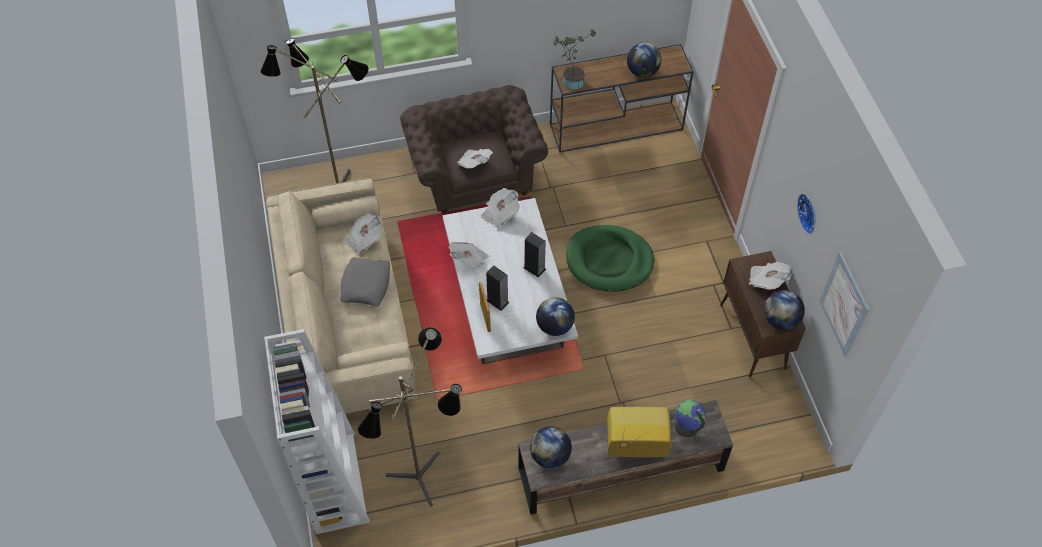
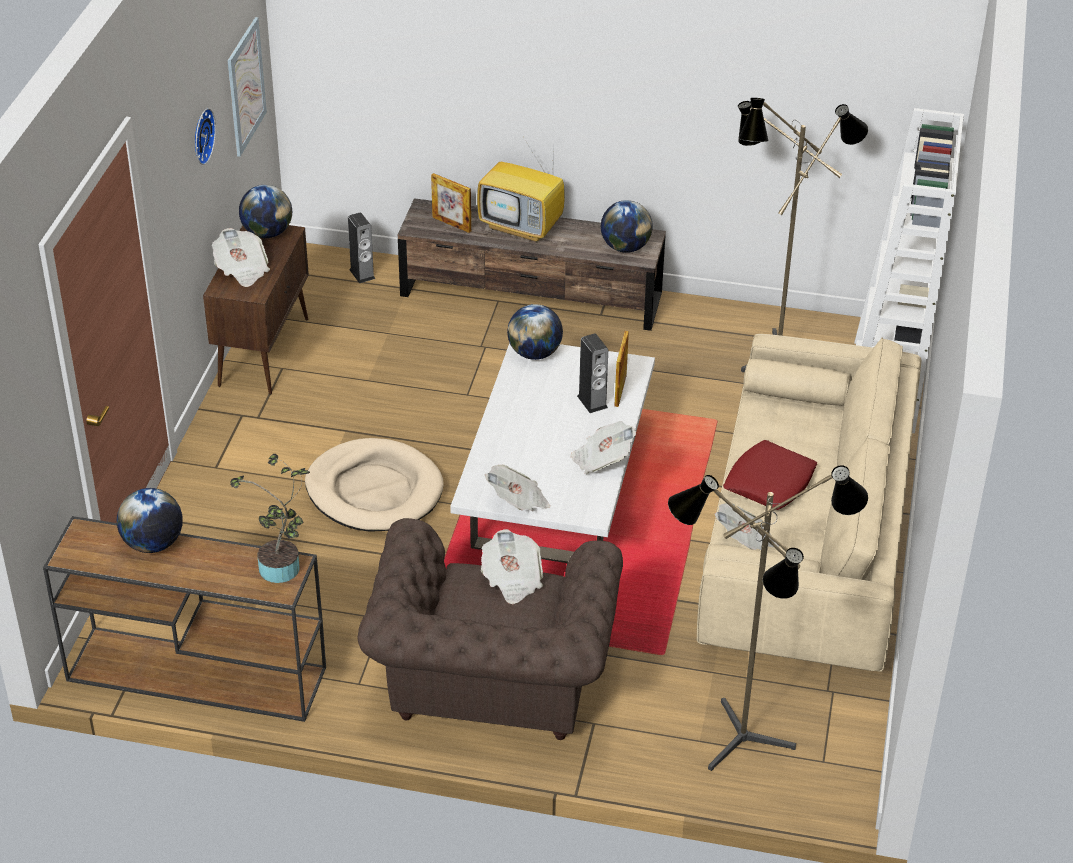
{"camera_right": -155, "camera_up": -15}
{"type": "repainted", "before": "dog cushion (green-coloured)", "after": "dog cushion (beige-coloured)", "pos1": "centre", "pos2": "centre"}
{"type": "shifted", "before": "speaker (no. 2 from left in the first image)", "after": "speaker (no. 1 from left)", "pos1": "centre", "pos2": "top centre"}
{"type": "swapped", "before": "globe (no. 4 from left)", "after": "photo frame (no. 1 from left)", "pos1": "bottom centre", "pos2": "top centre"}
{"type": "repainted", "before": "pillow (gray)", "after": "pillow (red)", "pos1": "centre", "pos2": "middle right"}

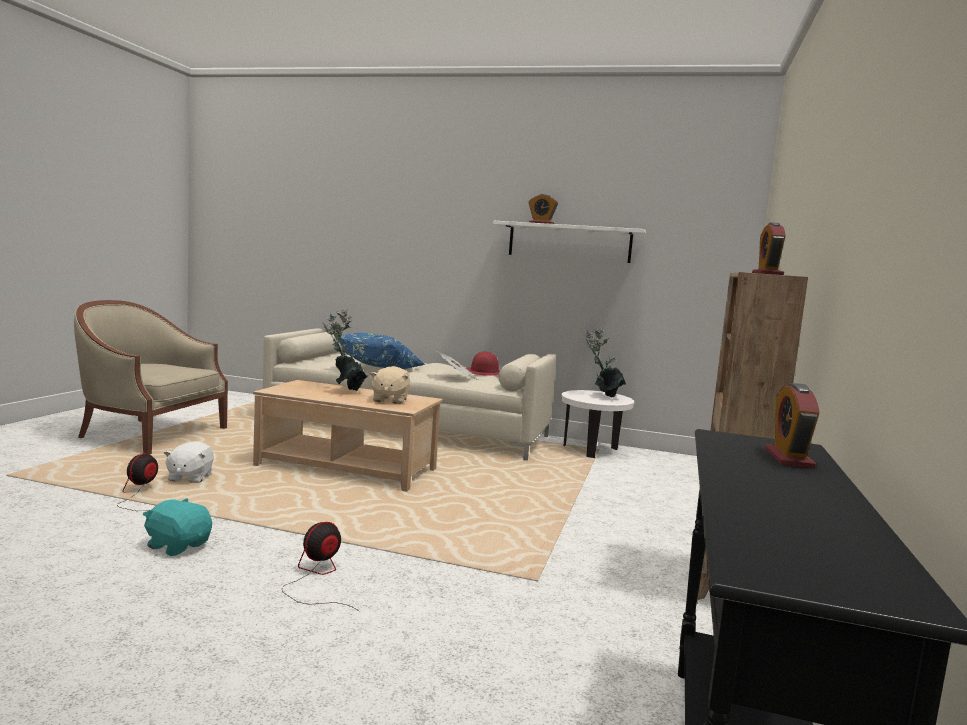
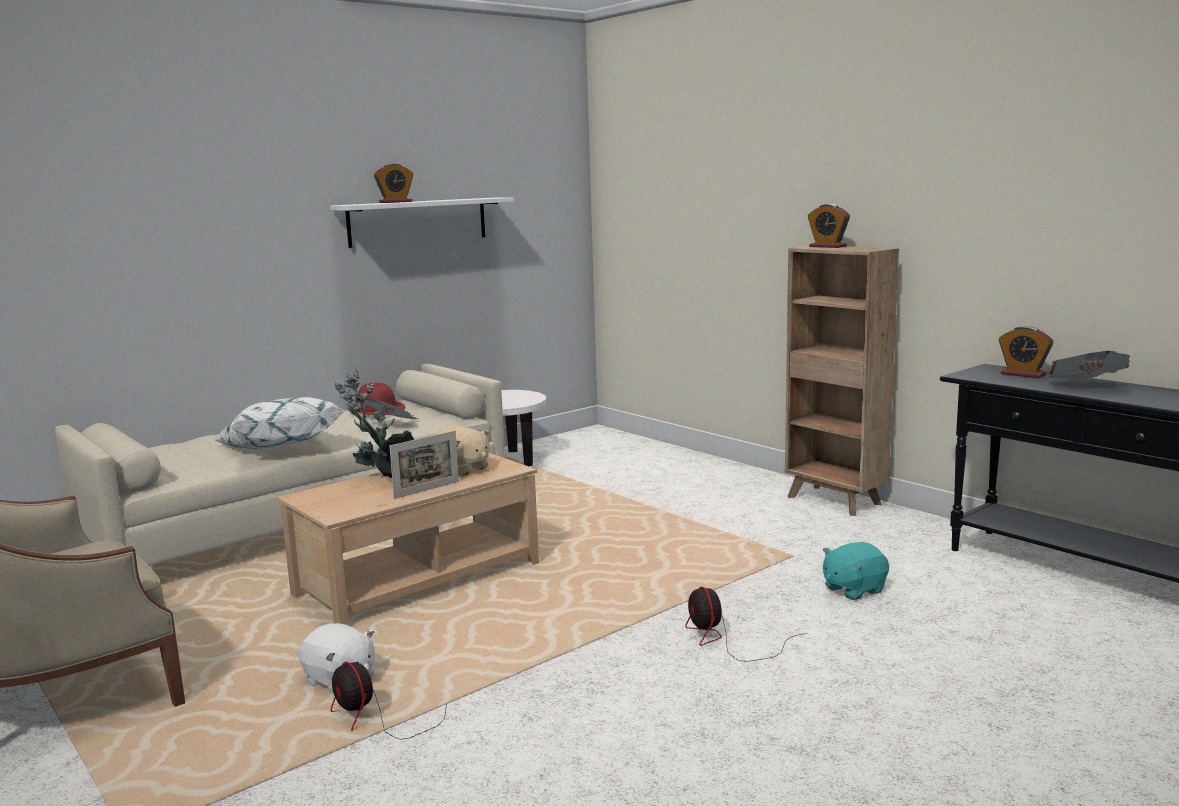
{"camera_right": -55, "camera_up": 5}
{"type": "repainted", "before": "pillow (blue-coloured)", "after": "pillow (white-coloured)", "pos1": "centre", "pos2": "middle left"}
{"type": "new", "after": "photo frame", "pos2": "centre"}
{"type": "shifted", "before": "soft toy (turquoise)", "pos1": "bottom left", "pos2": "bottom right"}
{"type": "new", "after": "printed paper (no. 2 from left)", "pos2": "middle right"}
{"type": "gone", "before": "houseplant (no. 2 from left)", "pos1": "centre"}

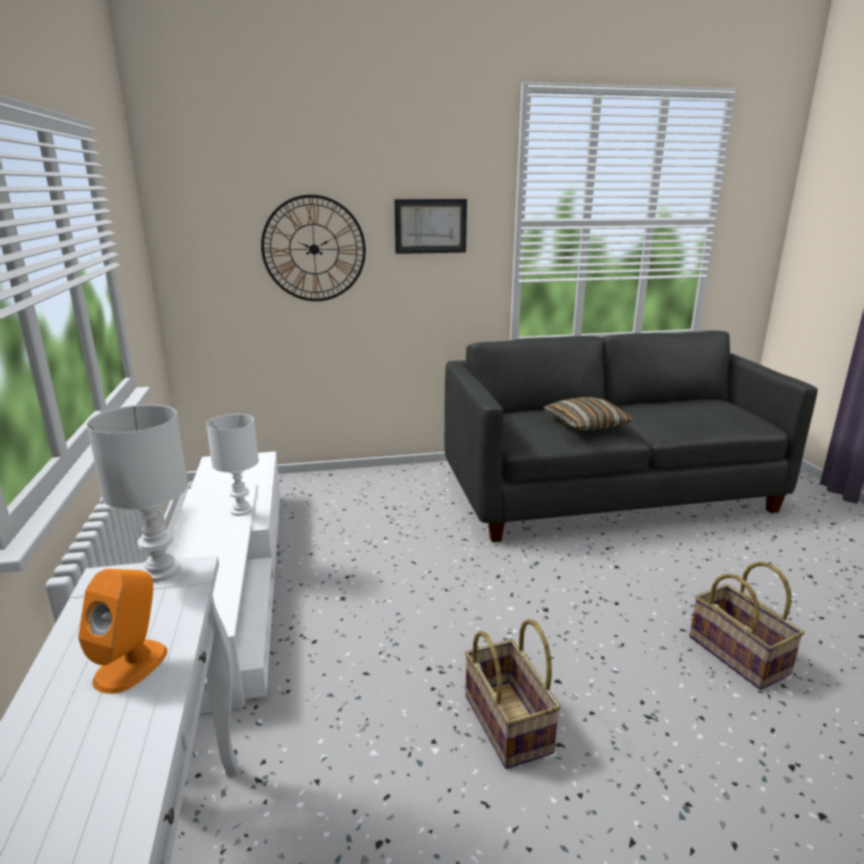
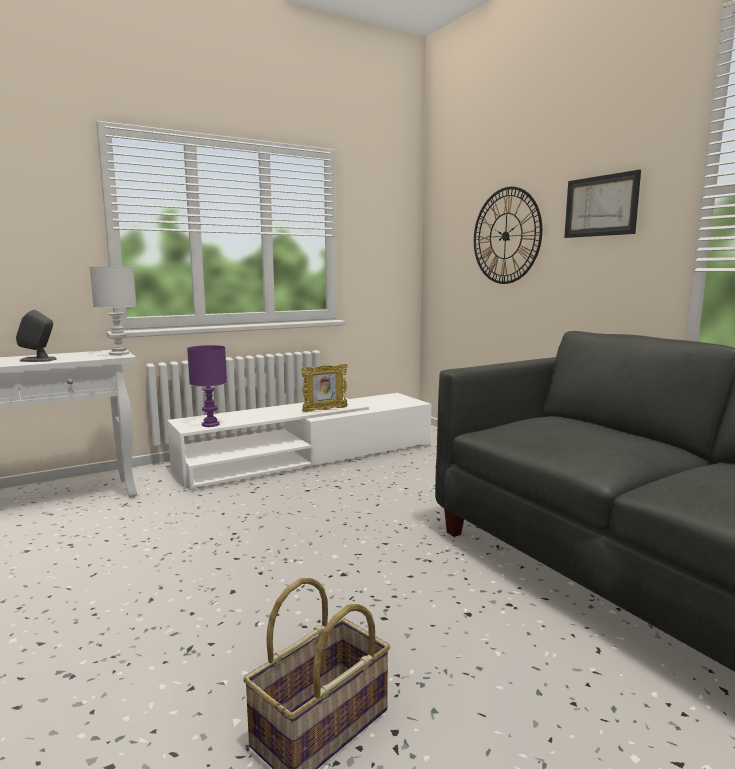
{"camera_right": 70, "camera_up": -10}
{"type": "repainted", "before": "speaker (orange)", "after": "speaker (gray)", "pos1": "bottom left", "pos2": "middle left"}
{"type": "new", "after": "lamp for a table (purple-coloured)", "pos2": "middle left"}
{"type": "swapped", "before": "lamp for a table (white-coloured) (no. 2 from left)", "after": "photo frame", "pos1": "middle left", "pos2": "centre"}
{"type": "gone", "before": "basket (no. 1 from left)", "pos1": "bottom centre"}
{"type": "gone", "before": "pillow", "pos1": "middle right"}

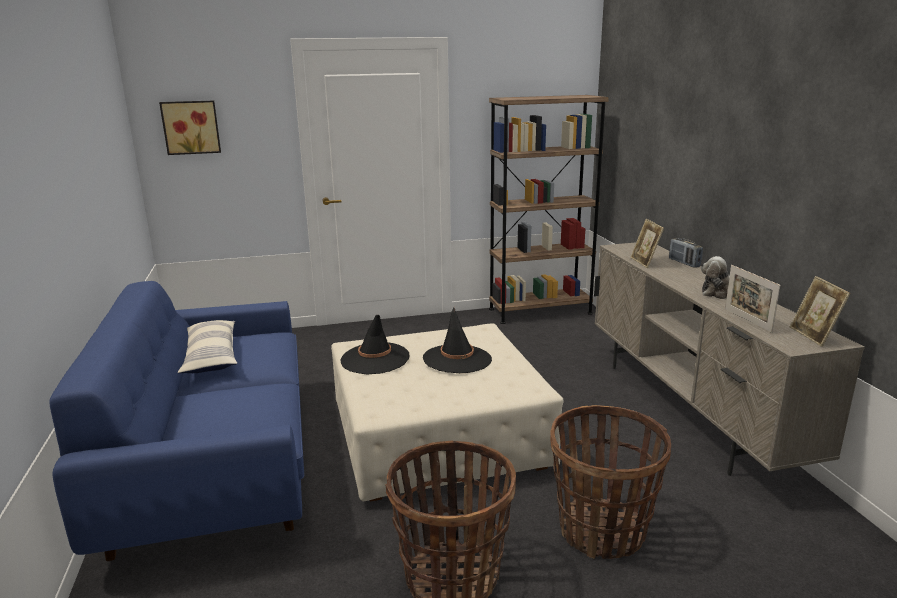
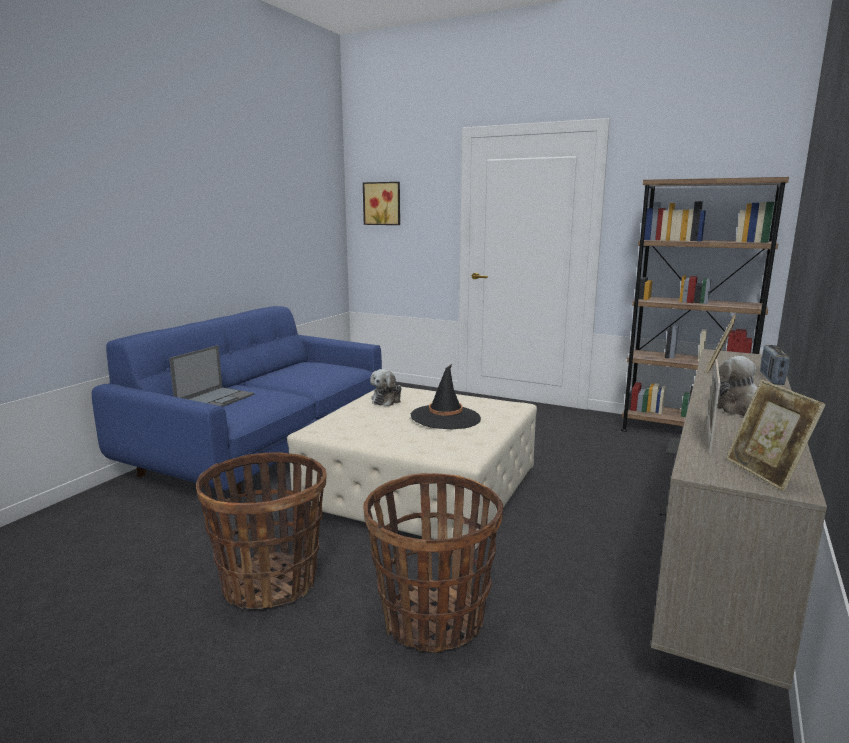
{"camera_right": 40, "camera_up": -5}
{"type": "new", "after": "laptop", "pos2": "middle left"}
{"type": "swapped", "before": "hat (blackish) (no. 1 from left)", "after": "soft toy (no. 1 from left)", "pos1": "centre", "pos2": "centre"}
{"type": "rotated", "before": "photo frame (no. 3 from left)", "pos1": "middle right", "pos2": "middle right", "turn": -45}
{"type": "gone", "before": "pillow", "pos1": "middle left"}

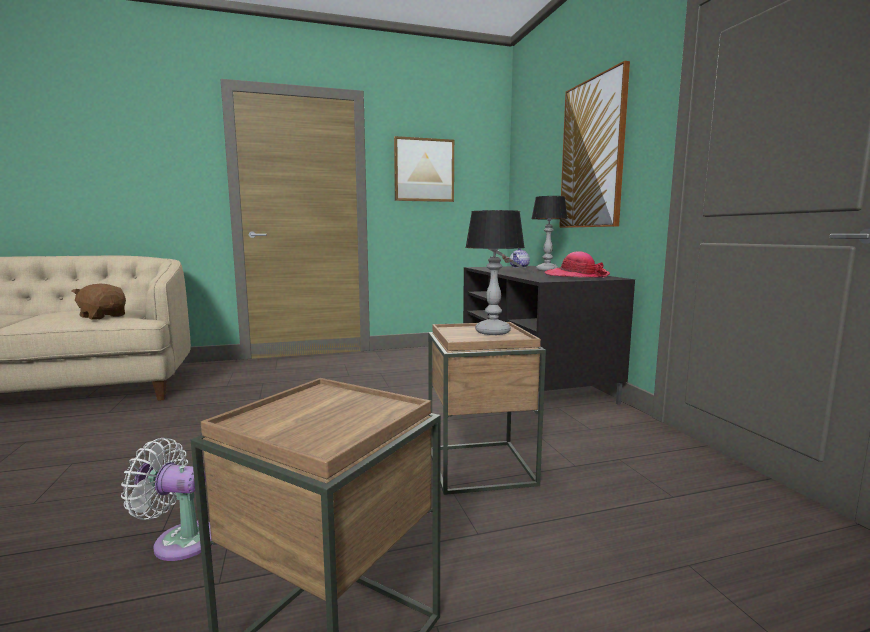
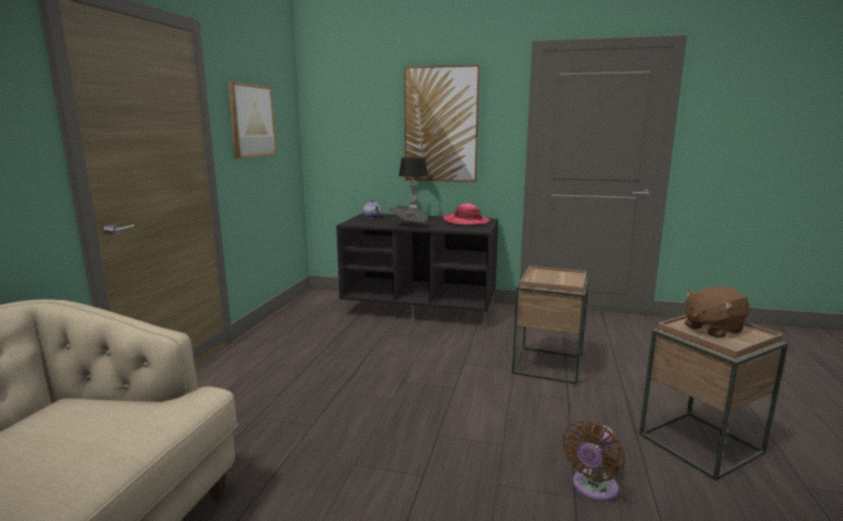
{"camera_right": -60, "camera_up": 5}
{"type": "repainted", "before": "fan (white-coloured)", "after": "fan (brownish)", "pos1": "bottom left", "pos2": "bottom right"}
{"type": "shifted", "before": "soft toy (brownish)", "pos1": "middle left", "pos2": "middle right"}
{"type": "gone", "before": "lamp for a table (no. 1 from left)", "pos1": "centre"}

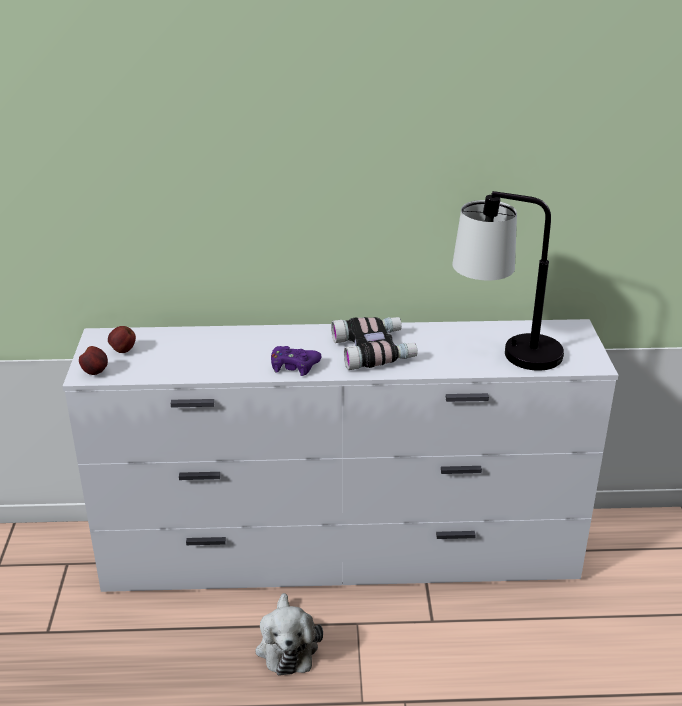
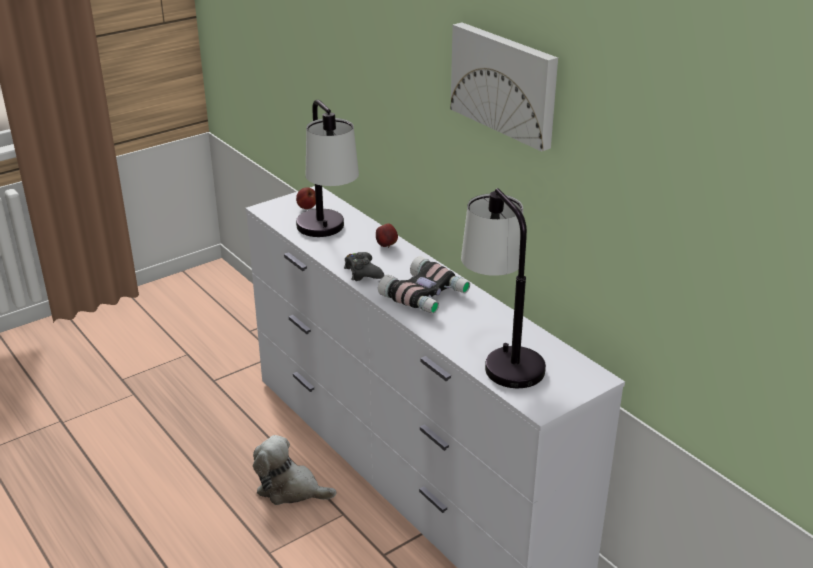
{"camera_right": 55, "camera_up": 0}
{"type": "rotated", "before": "soft toy", "pos1": "bottom centre", "pos2": "bottom centre", "turn": 60}
{"type": "new", "after": "lamp for a table (no. 1 from left)", "pos2": "top centre"}
{"type": "repainted", "before": "game controller (purple-coloured)", "after": "game controller (blackish)", "pos1": "centre", "pos2": "centre"}
{"type": "shifted", "before": "apple (no. 1 from left in the first image)", "after": "apple (no. 2 from left)", "pos1": "middle left", "pos2": "centre"}
{"type": "new", "after": "wall picture", "pos2": "top centre"}

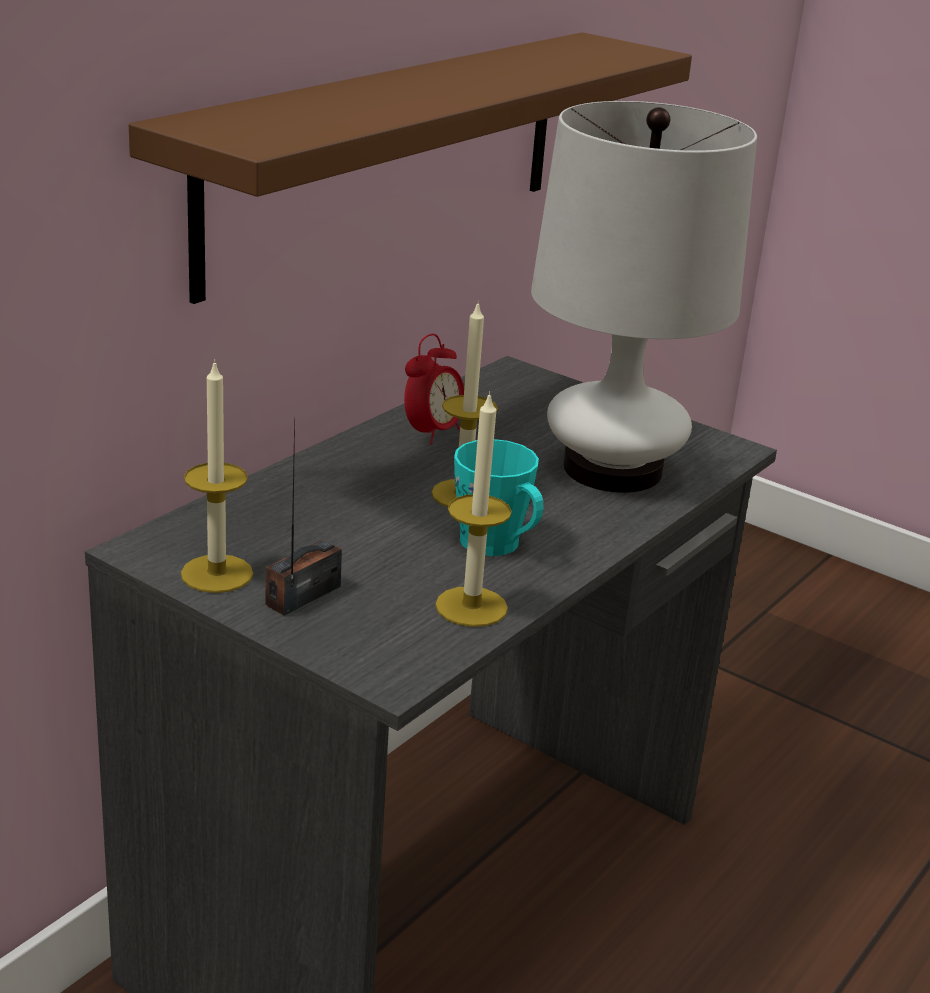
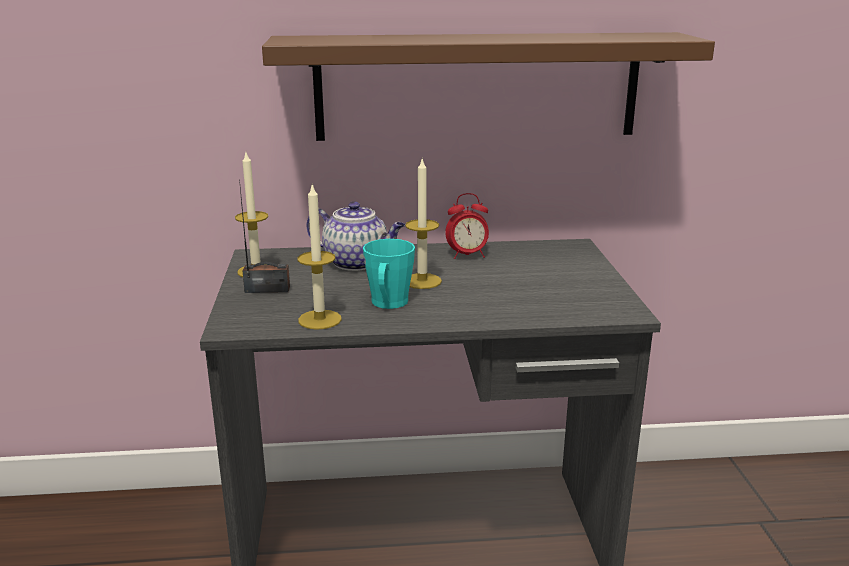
{"camera_right": 50, "camera_up": -5}
{"type": "new", "after": "tea pot", "pos2": "centre"}
{"type": "gone", "before": "lamp for a table (white-coloured)", "pos1": "top right"}

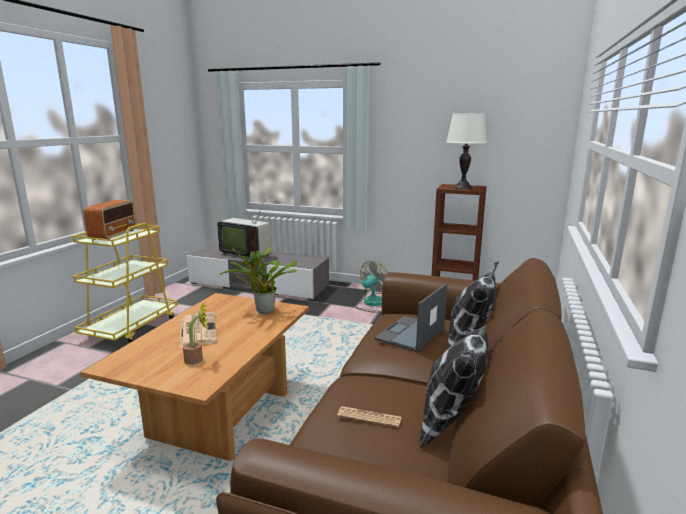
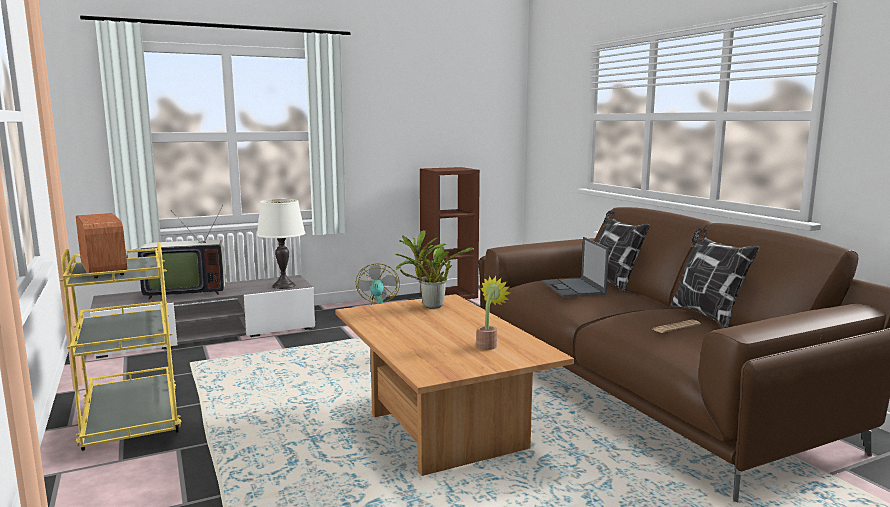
{"camera_right": -45, "camera_up": -5}
{"type": "shifted", "before": "lamp for a table (white-coloured)", "pos1": "top right", "pos2": "middle left"}
{"type": "gone", "before": "printed paper (no. 1 from left)", "pos1": "middle left"}

